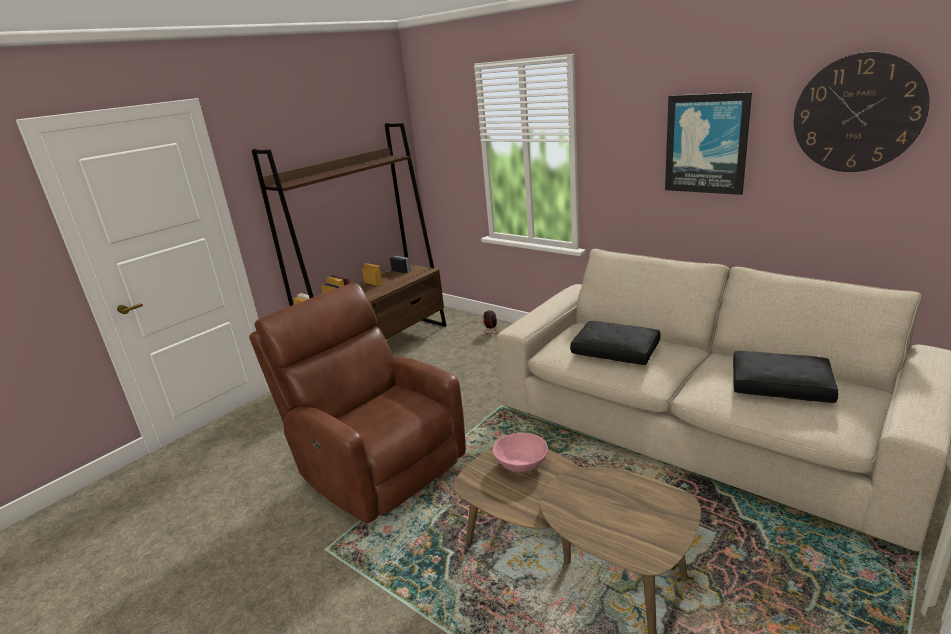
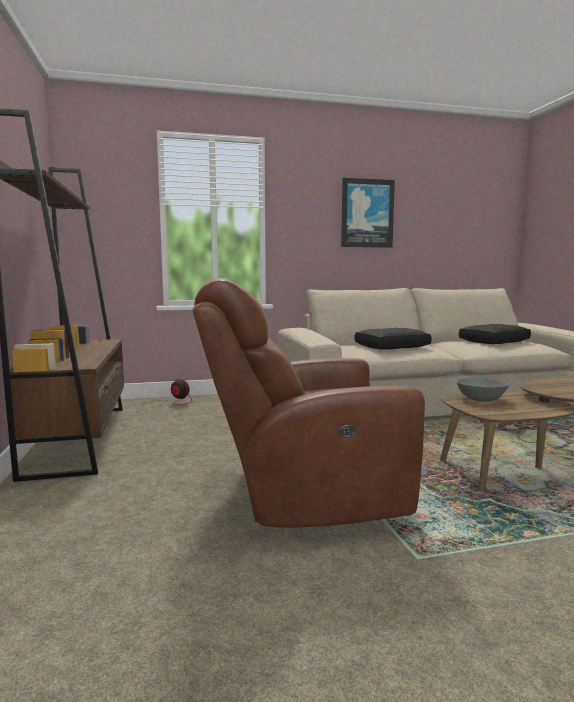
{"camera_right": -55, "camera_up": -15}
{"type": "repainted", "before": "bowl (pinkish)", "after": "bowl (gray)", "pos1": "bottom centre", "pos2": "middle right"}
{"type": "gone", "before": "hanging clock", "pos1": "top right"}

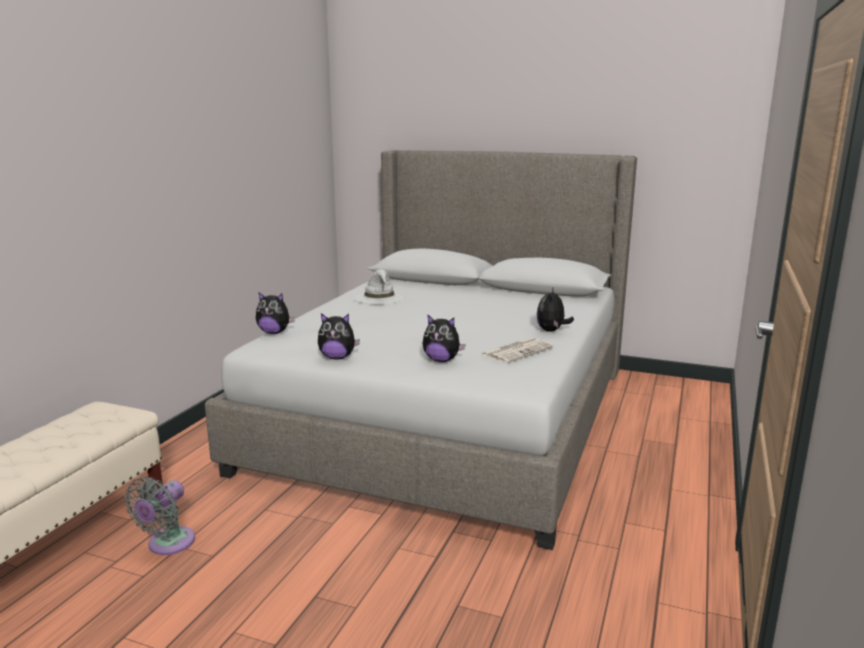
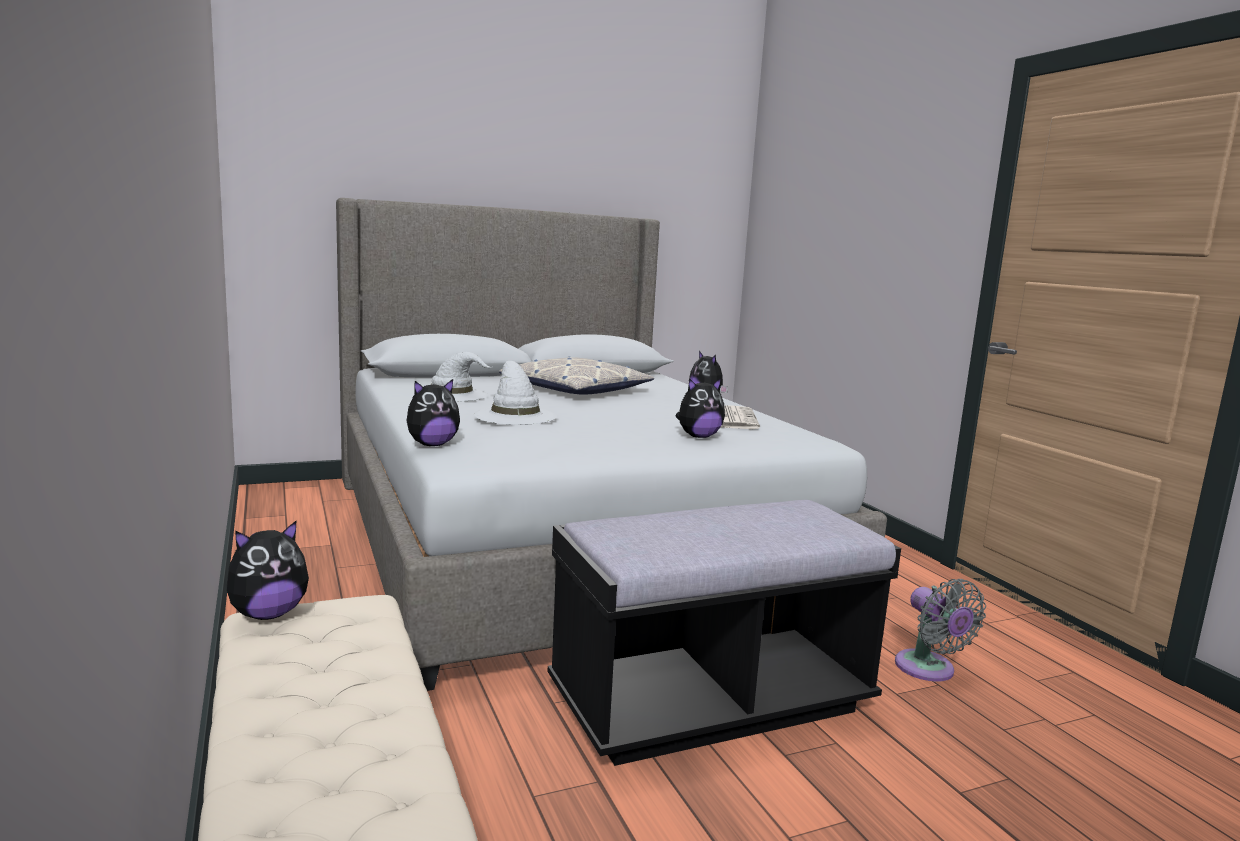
{"camera_right": -45, "camera_up": -5}
{"type": "shifted", "before": "soft toy (no. 2 from left in the first image)", "after": "soft toy (no. 1 from left)", "pos1": "centre", "pos2": "bottom left"}
{"type": "new", "after": "hat (white-coloured) (no. 2 from left)", "pos2": "centre"}
{"type": "new", "after": "pillow", "pos2": "centre"}
{"type": "new", "after": "long seat (blackish)", "pos2": "bottom centre"}
{"type": "shifted", "before": "fan (gray)", "pos1": "bottom left", "pos2": "bottom right"}

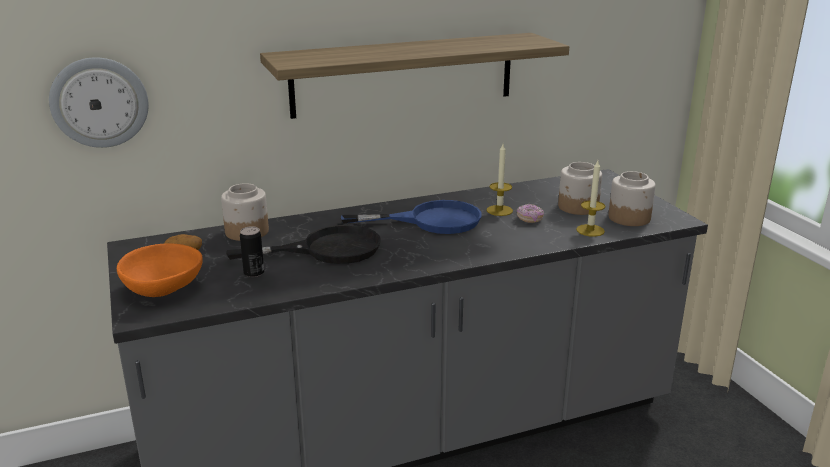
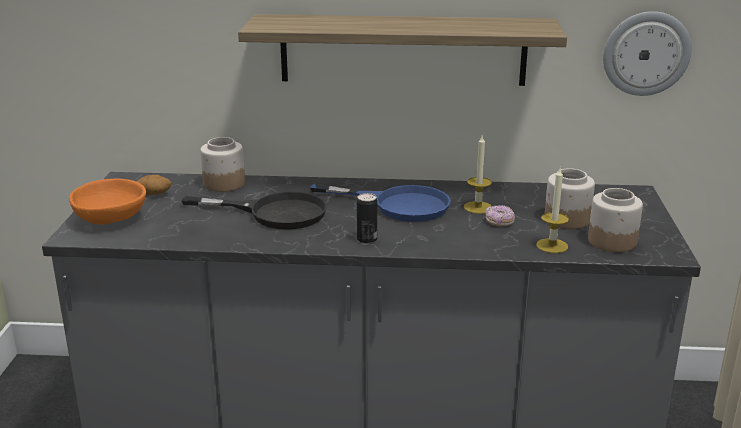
{"camera_right": 25, "camera_up": 0}
{"type": "shifted", "before": "metal can", "pos1": "middle left", "pos2": "centre"}
{"type": "shifted", "before": "hanging clock", "pos1": "top left", "pos2": "top right"}

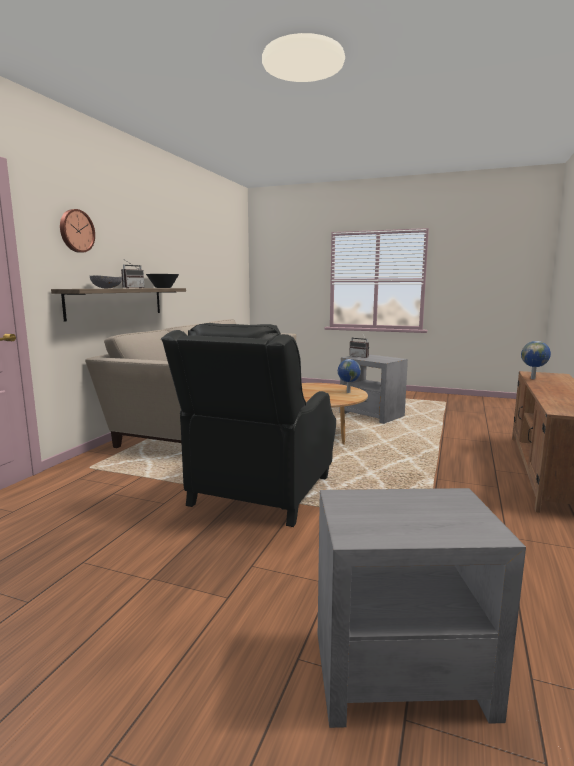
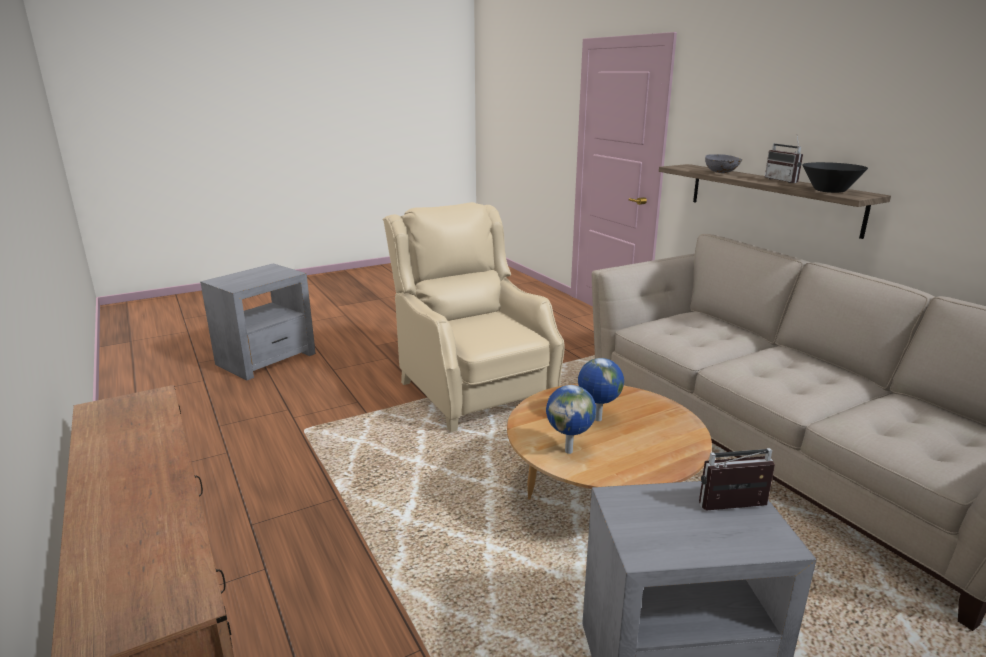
{"camera_right": 130, "camera_up": 10}
{"type": "repainted", "before": "easy chair (blackish)", "after": "easy chair (beige-coloured)", "pos1": "centre", "pos2": "centre"}
{"type": "shifted", "before": "globe (no. 2 from left)", "pos1": "middle right", "pos2": "centre"}
{"type": "gone", "before": "hanging clock", "pos1": "top left"}

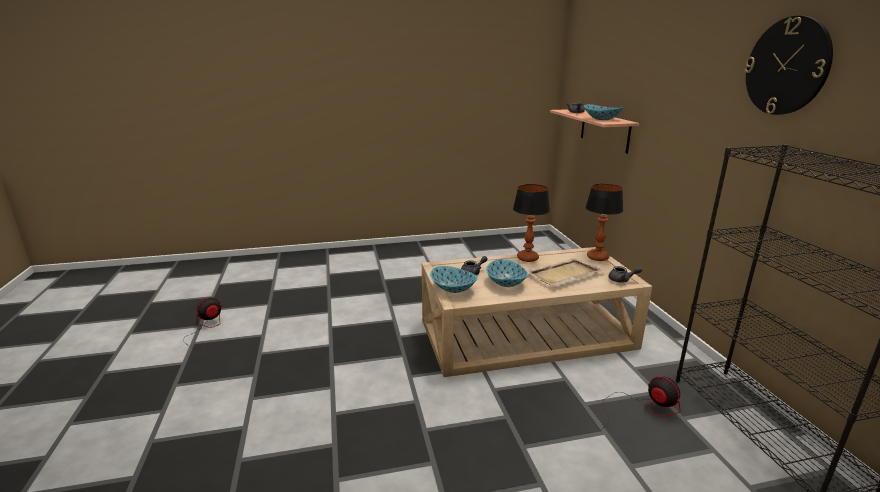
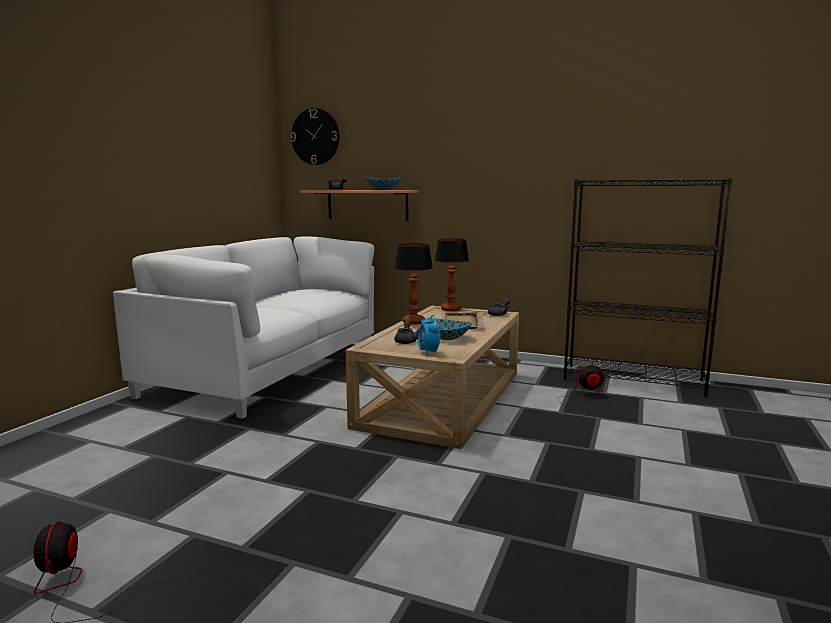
{"camera_right": -55, "camera_up": -10}
{"type": "new", "after": "settee (white-coloured)", "pos2": "middle left"}
{"type": "shifted", "before": "hanging clock", "pos1": "top right", "pos2": "top centre"}
{"type": "swapped", "before": "bowl (no. 1 from left)", "after": "bedside clock", "pos1": "centre", "pos2": "centre"}

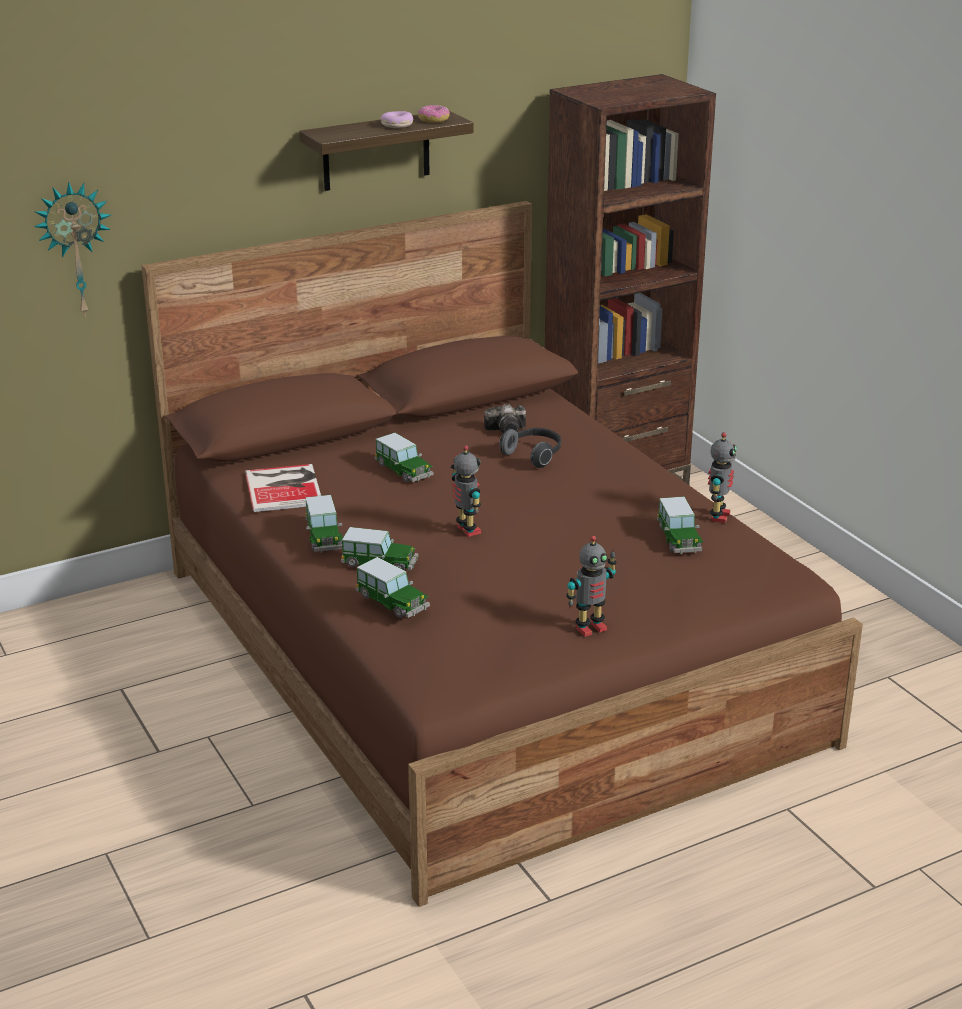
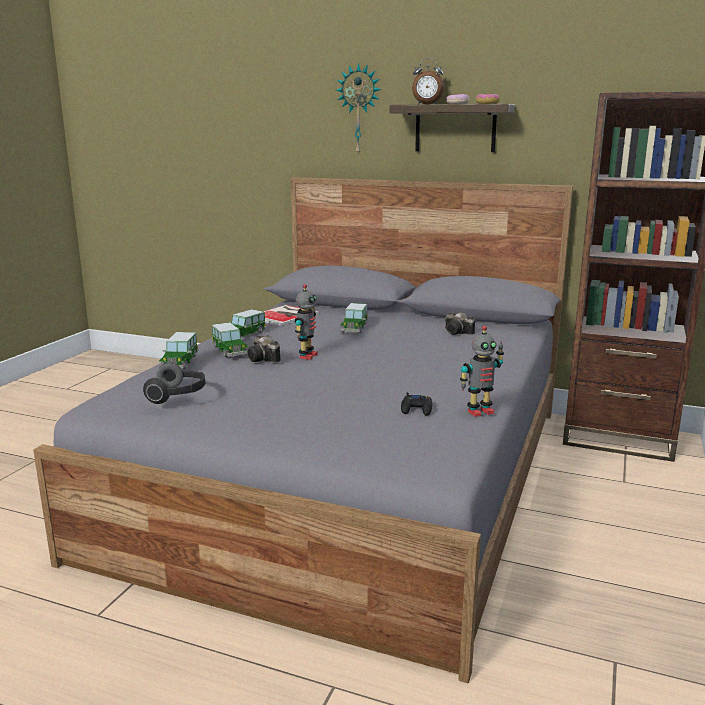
{"camera_right": 50, "camera_up": -10}
{"type": "repainted", "before": "sleeping bed (brownish)", "after": "sleeping bed (gray)", "pos1": "centre", "pos2": "centre"}
{"type": "shifted", "before": "headphones", "pos1": "centre", "pos2": "middle left"}
{"type": "new", "after": "still camera (no. 1 from left)", "pos2": "centre"}
{"type": "shifted", "before": "hanging clock", "pos1": "top left", "pos2": "top centre"}
{"type": "swapped", "before": "toy car (no. 5 from left)", "after": "game controller (blackish)", "pos1": "middle right", "pos2": "centre"}
{"type": "new", "after": "bedside clock", "pos2": "top centre"}
{"type": "gone", "before": "robot figure (no. 2 from left)", "pos1": "centre"}

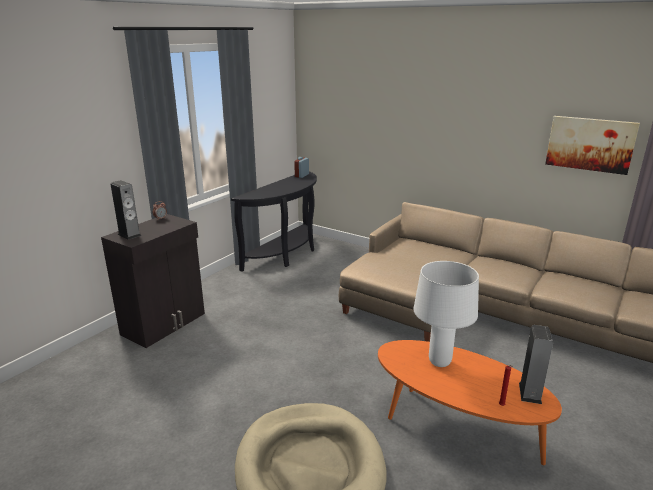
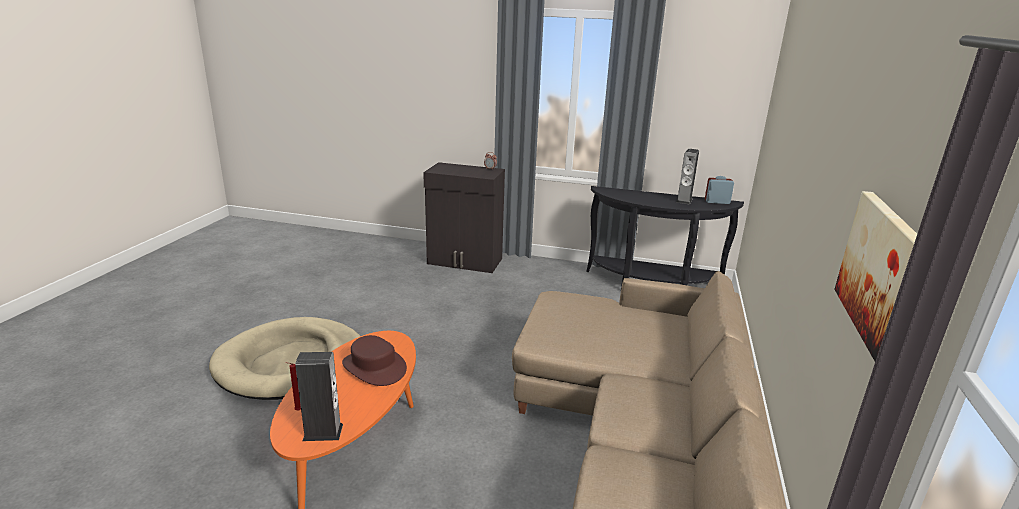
{"camera_right": 70, "camera_up": 0}
{"type": "swapped", "before": "lamp for a table (white-coloured)", "after": "hat (brownish)", "pos1": "middle right", "pos2": "bottom centre"}
{"type": "shifted", "before": "speaker (no. 1 from left in the first image)", "after": "speaker (no. 2 from left)", "pos1": "middle left", "pos2": "middle right"}

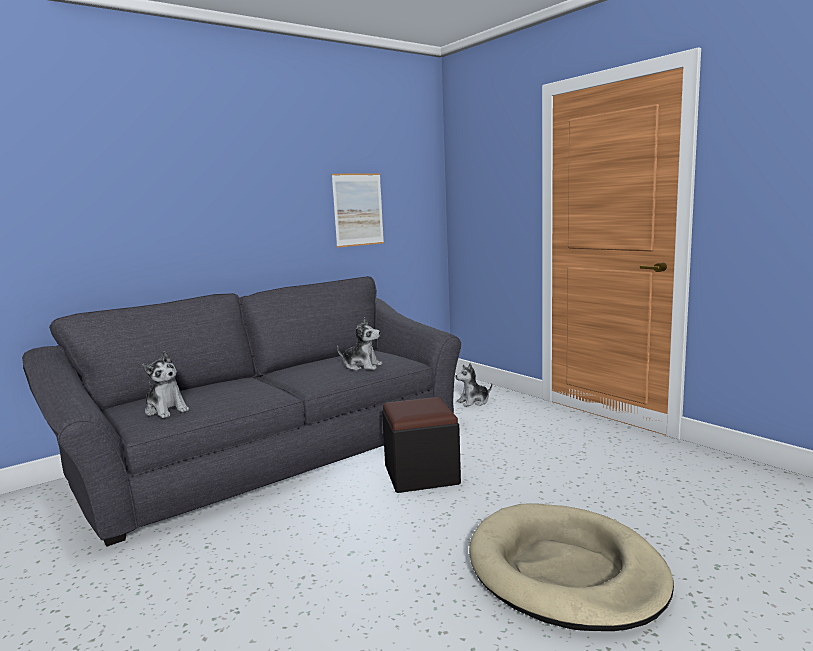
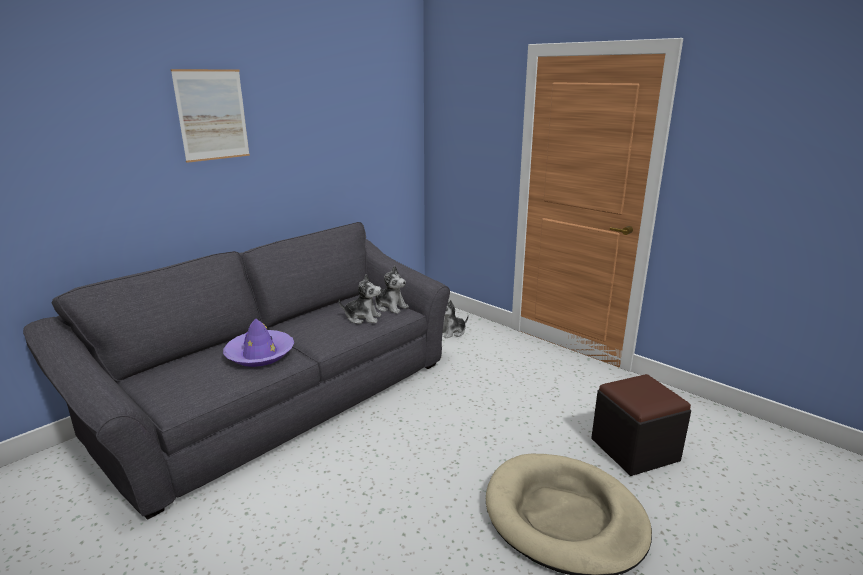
{"camera_right": -10, "camera_up": 10}
{"type": "shifted", "before": "wall picture", "pos1": "top centre", "pos2": "top left"}
{"type": "new", "after": "hat (purple-coloured)", "pos2": "middle left"}
{"type": "shifted", "before": "soft toy (no. 1 from left in the first image)", "after": "soft toy (no. 2 from left)", "pos1": "middle left", "pos2": "centre"}
{"type": "shifted", "before": "pouffe (blackish)", "pos1": "bottom centre", "pos2": "bottom right"}

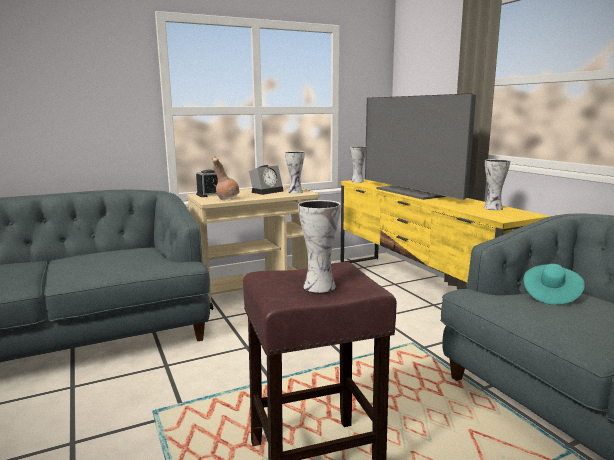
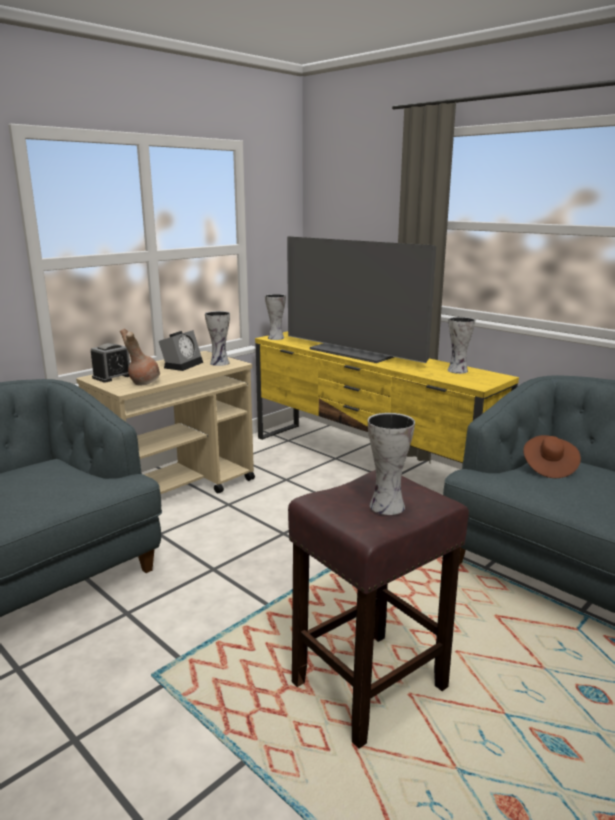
{"camera_right": -20, "camera_up": 5}
{"type": "repainted", "before": "hat (turquoise)", "after": "hat (brownish)", "pos1": "middle right", "pos2": "middle right"}

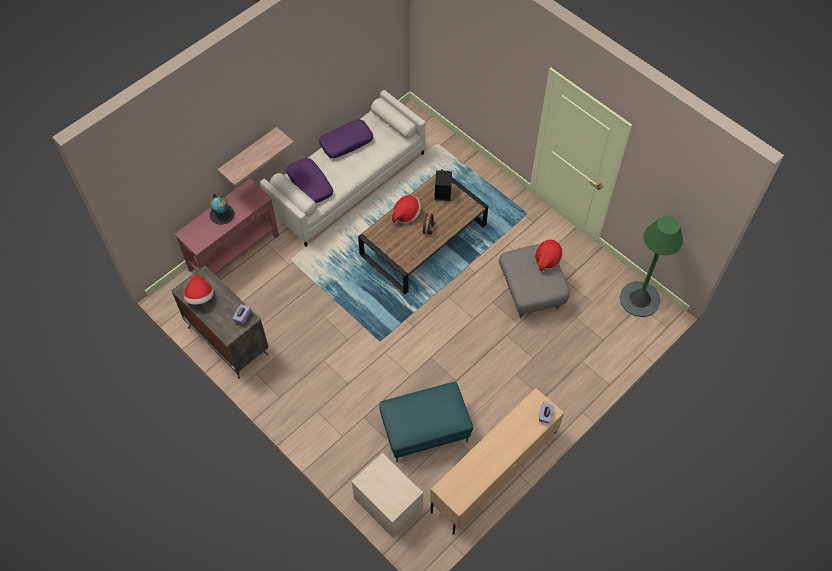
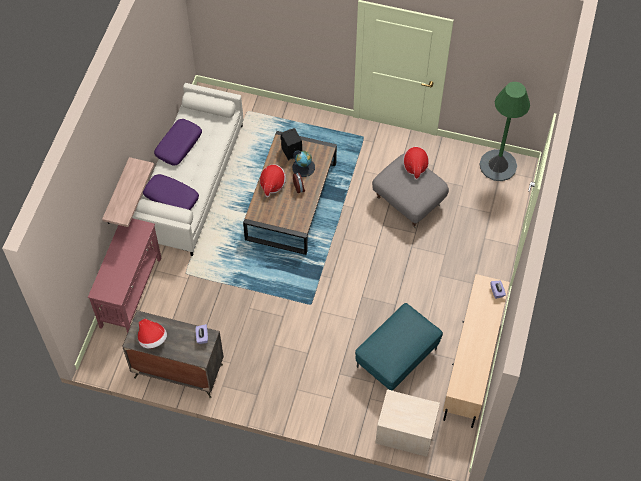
{"camera_right": -30, "camera_up": 0}
{"type": "shifted", "before": "globe", "pos1": "middle left", "pos2": "centre"}

